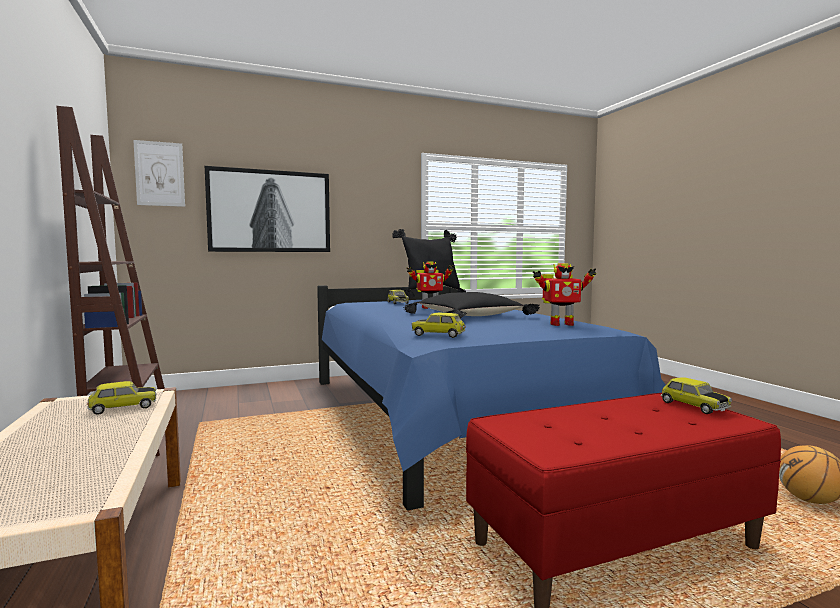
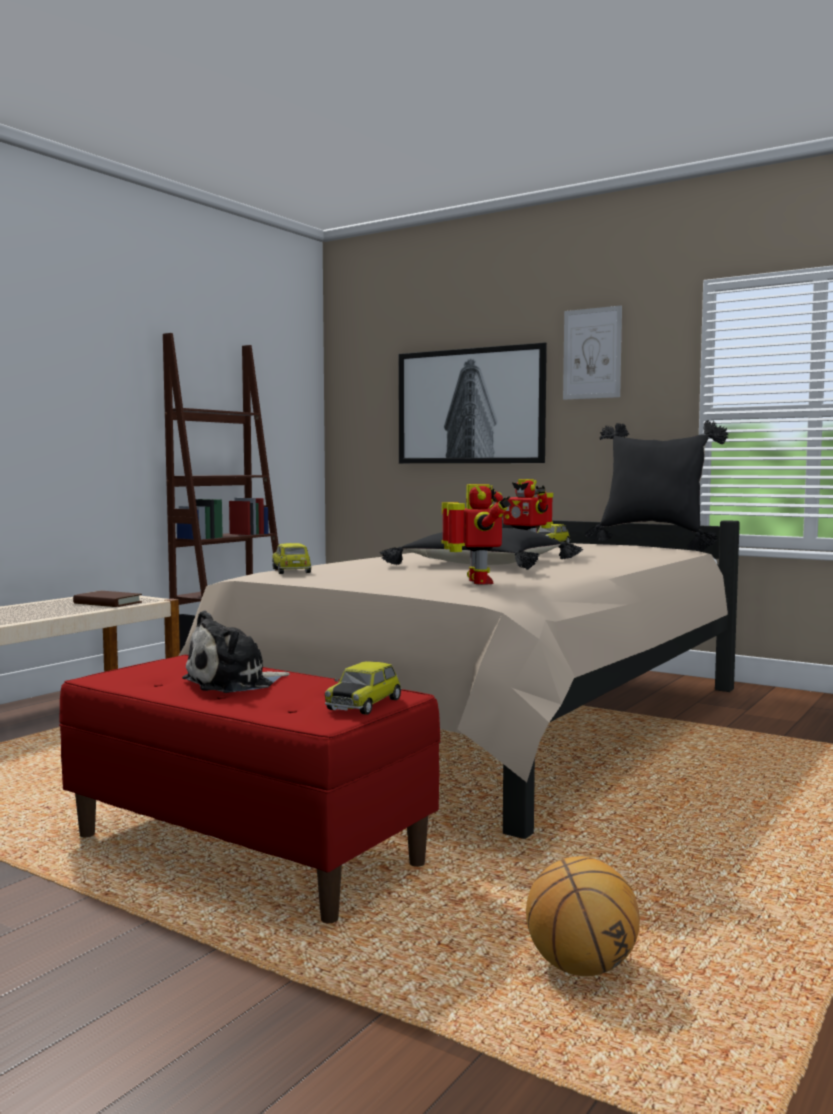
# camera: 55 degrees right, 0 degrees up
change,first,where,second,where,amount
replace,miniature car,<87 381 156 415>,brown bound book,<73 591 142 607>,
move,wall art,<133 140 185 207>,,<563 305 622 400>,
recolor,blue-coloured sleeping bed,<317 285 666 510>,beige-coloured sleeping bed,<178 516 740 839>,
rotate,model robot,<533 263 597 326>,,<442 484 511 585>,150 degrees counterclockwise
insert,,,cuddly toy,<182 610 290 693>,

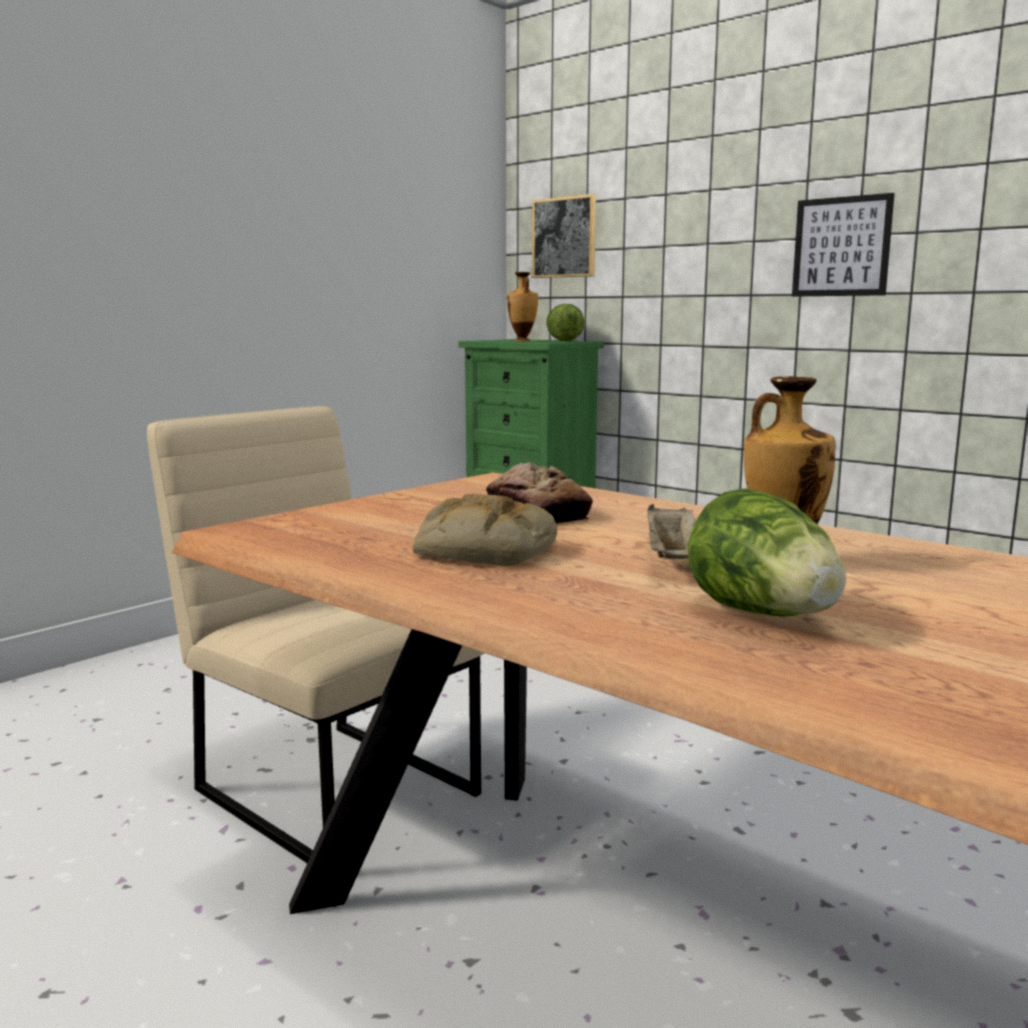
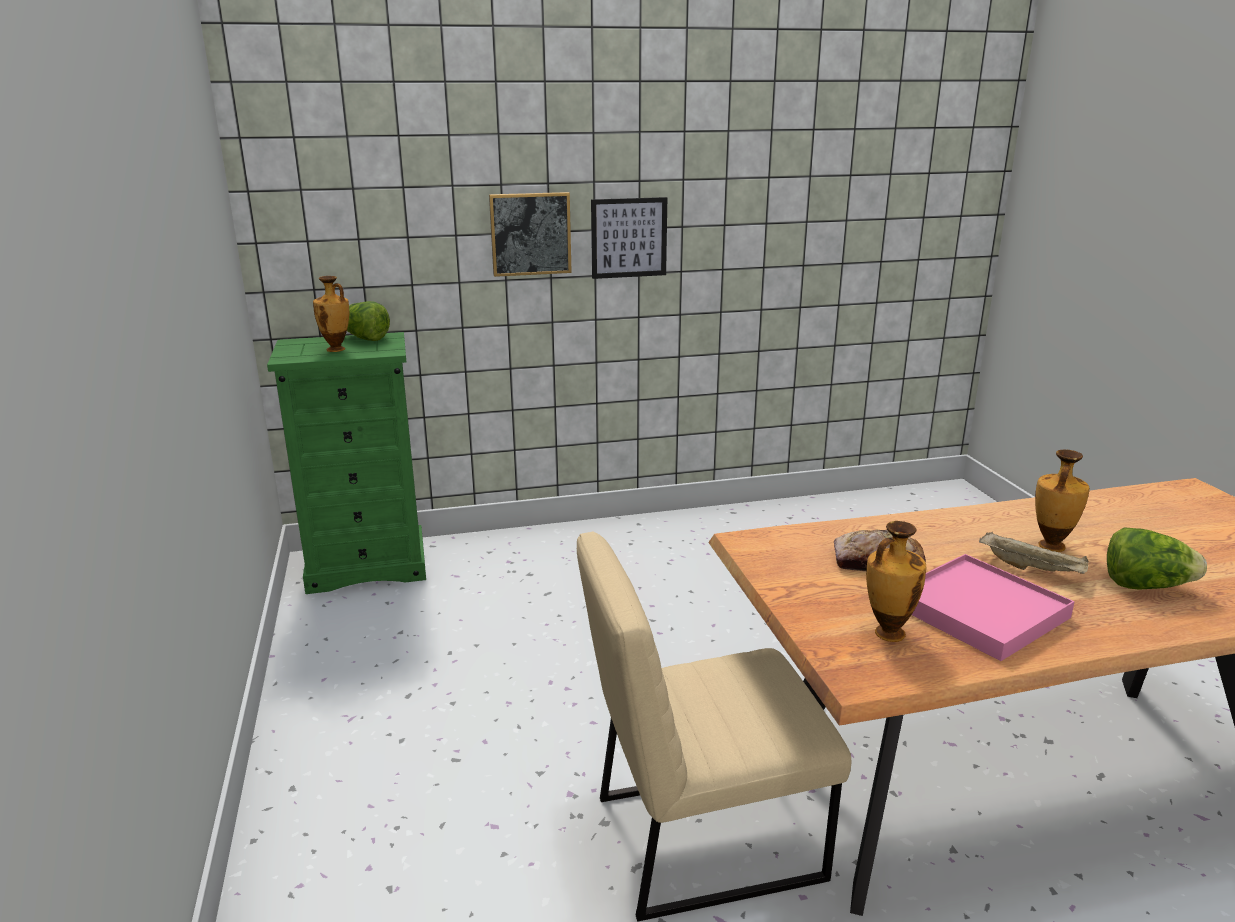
# camera: 55 degrees left, 10 degrees up
change,first,where,second,where,amount
replace,baked bread,<413 494 557 566>,pink tray,<912 554 1075 661>,
move,wall art,<532 194 596 278>,,<489 192 572 277>,
insert,,,flower vase,<866 521 926 642>,

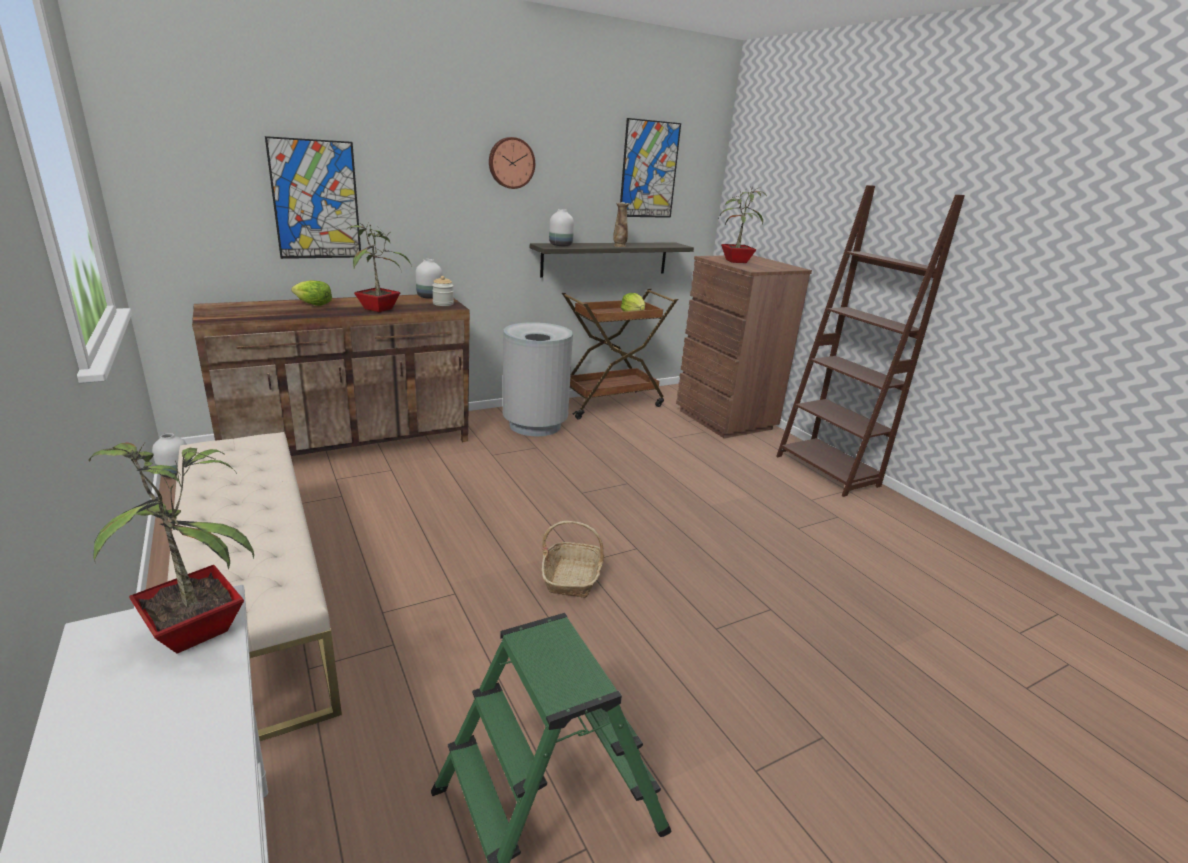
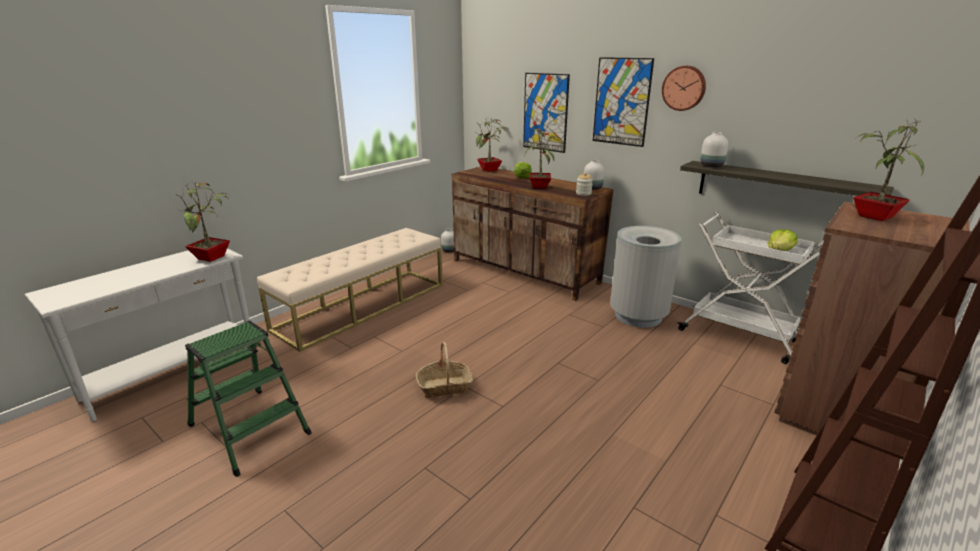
# camera: 70 degrees right, 0 degrees up
change,first,where,second,where,amount
recolor,brown trolley,<562 288 678 420>,white trolley,<677 212 824 364>,
delete,flower vase,<613 202 630 247>,,,
move,wall art,<620 118 681 218>,,<593 57 654 147>,
insert,,,houseplant,<476 117 506 172>,

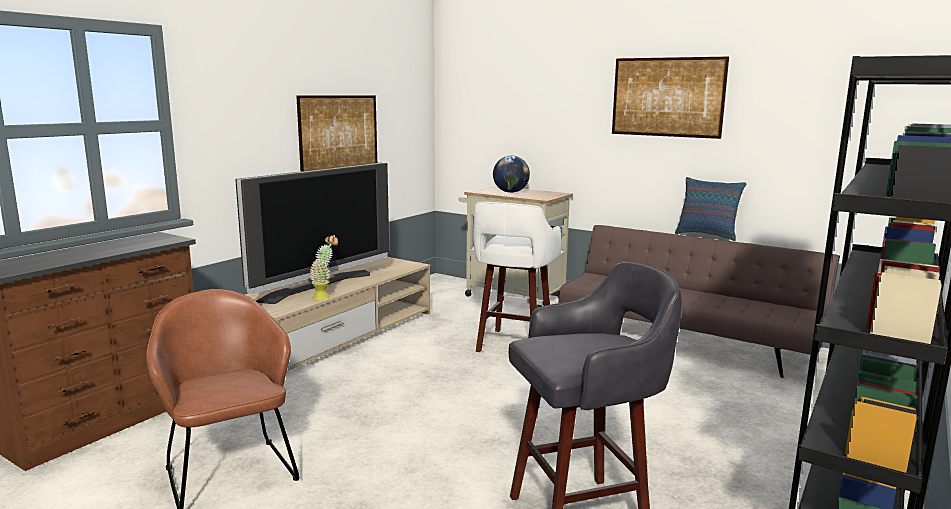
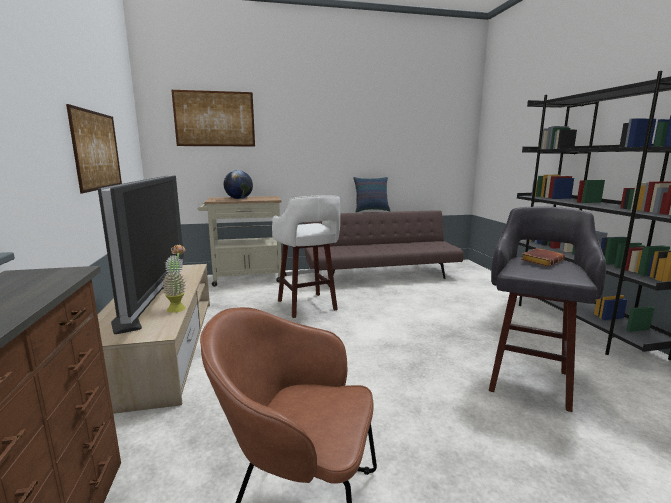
# camera: 45 degrees left, 0 degrees up
change,first,where,second,where,amount
move,wall art,<612 56 729 139>,,<171 90 255 146>,
insert,,,brown bound book,<521 248 565 267>,

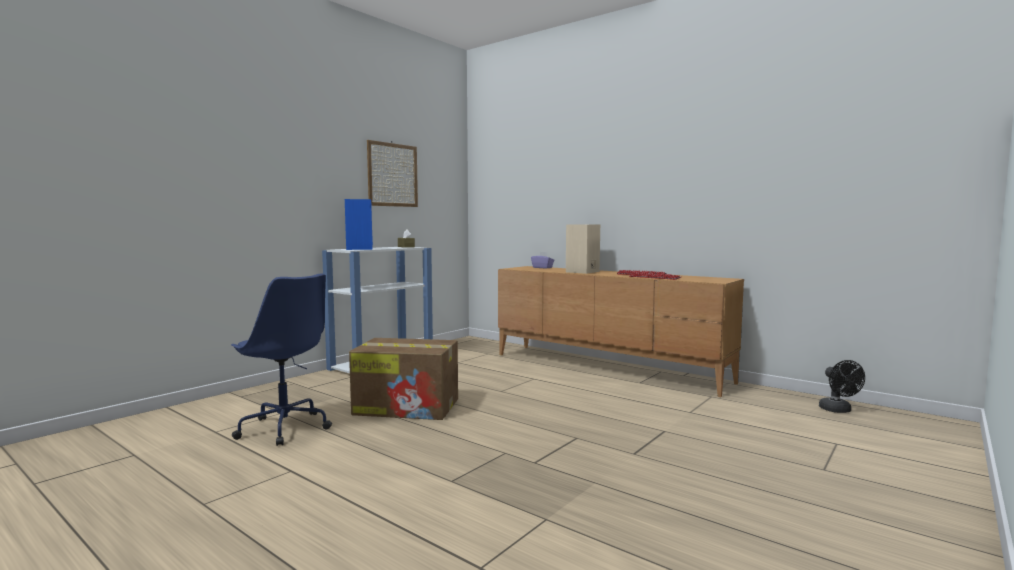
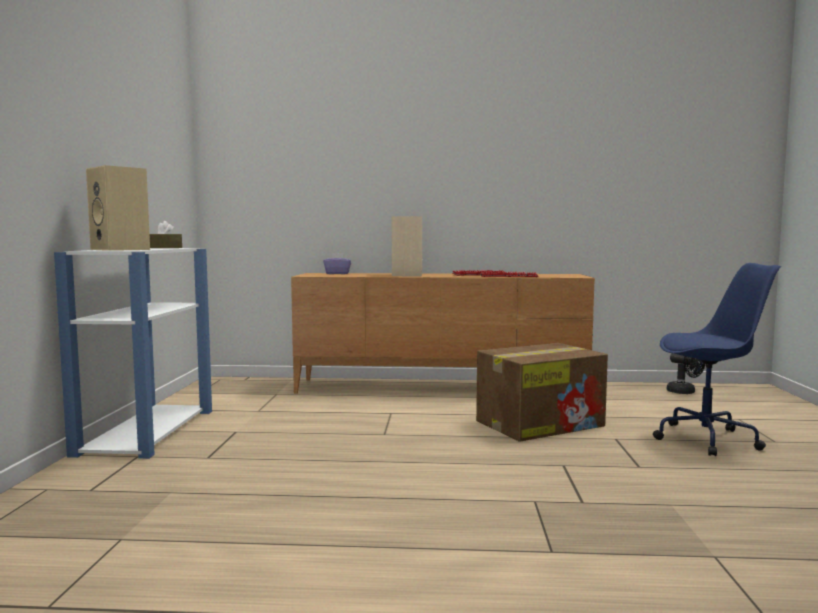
# camera: 35 degrees left, 0 degrees up
change,first,where,second,where,amount
move,blue-coloured desk chair,<231 274 332 446>,,<653 263 781 456>,
recolor,blue-coloured loudspeaker,<345 199 373 250>,beige-coloured loudspeaker,<86 165 150 251>,
move,cardboard box,<349 338 458 420>,,<476 343 608 442>,
delete,wall art,<367 140 418 207>,,,

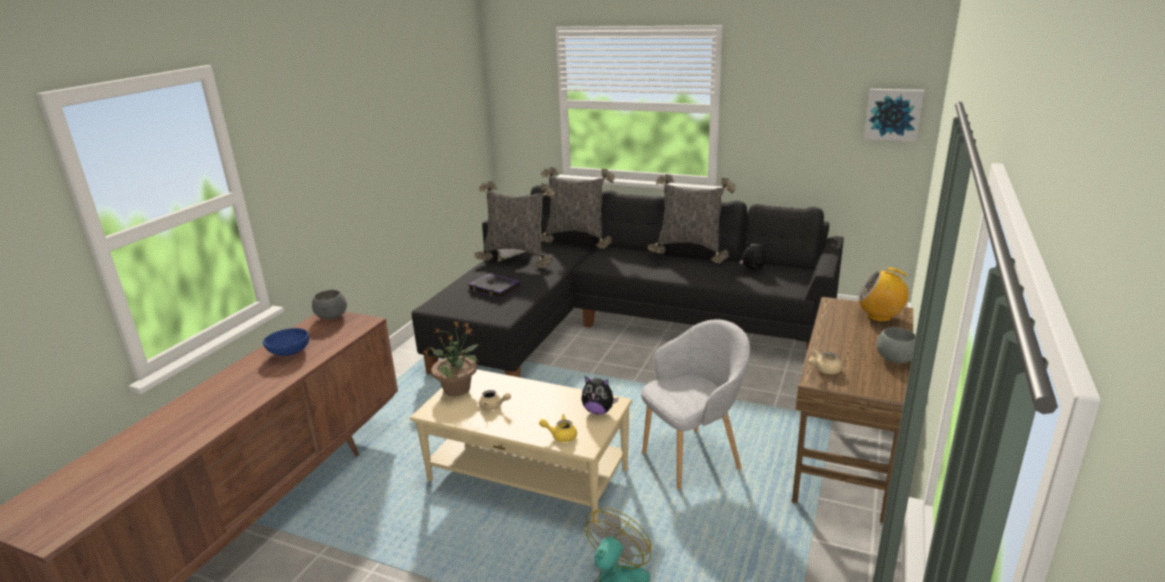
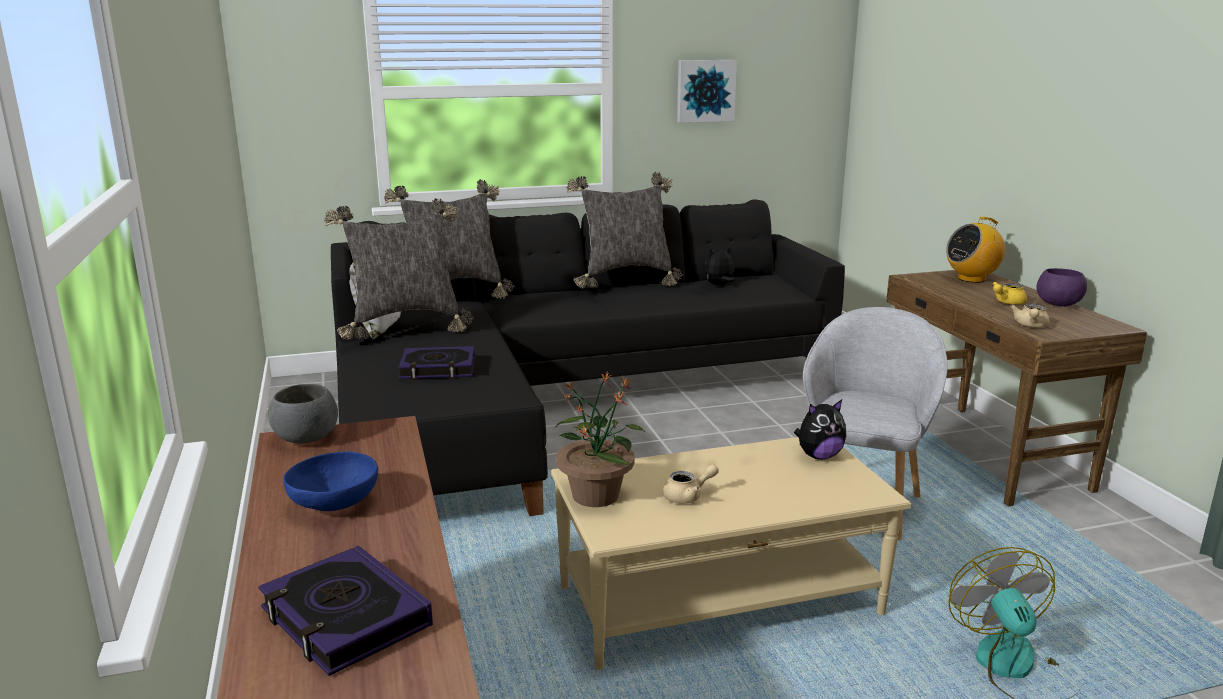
# camera: 40 degrees left, 5 degrees down
change,first,where,second,where,amount
move,yellow pot for tea,<539 414 577 442>,,<993 282 1027 305>,
move,wall art,<864 89 924 142>,,<677 60 737 123>,
recolor,gray deep dish,<877 327 916 364>,purple-coloured deep dish,<1036 268 1087 307>,
insert,,,bound book,<258 545 433 676>,

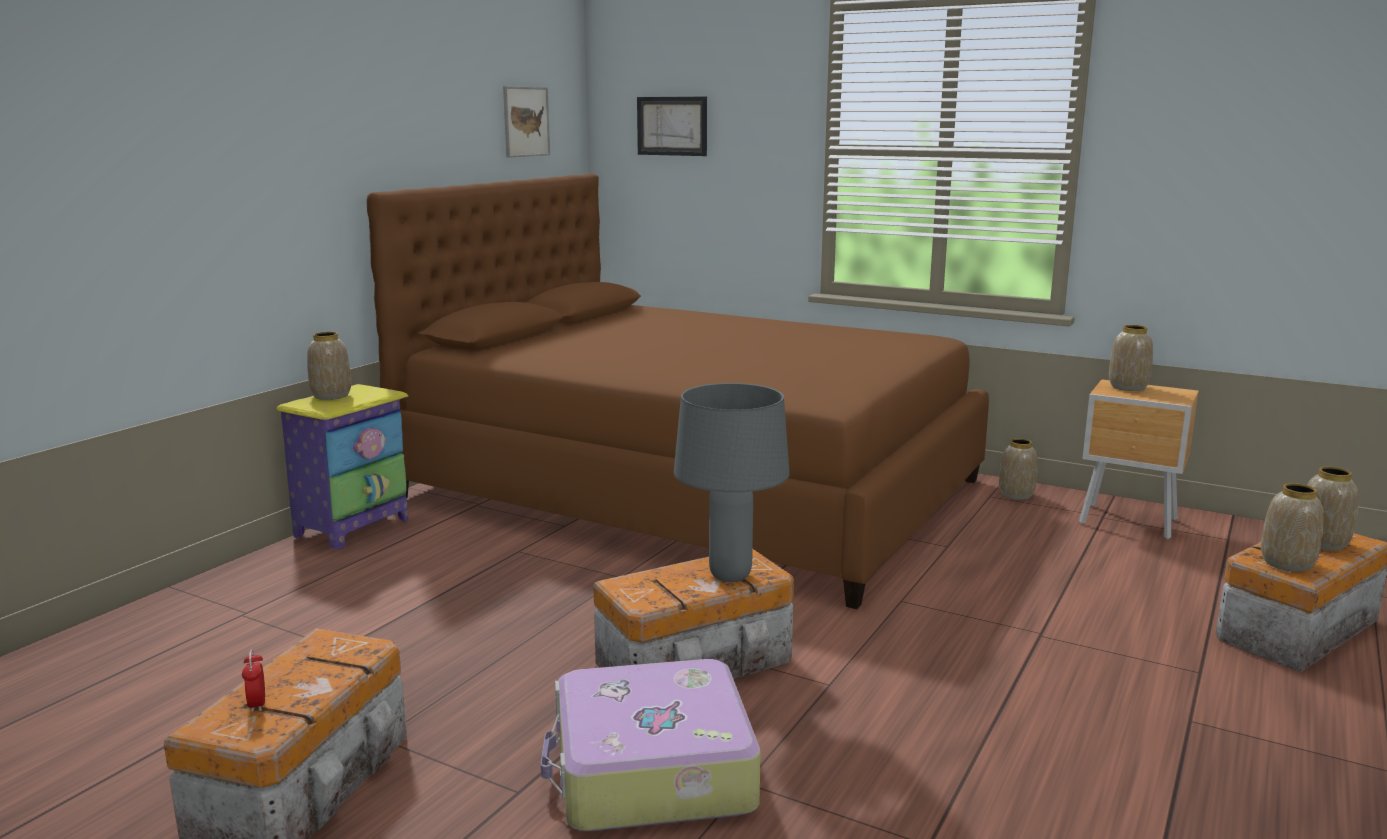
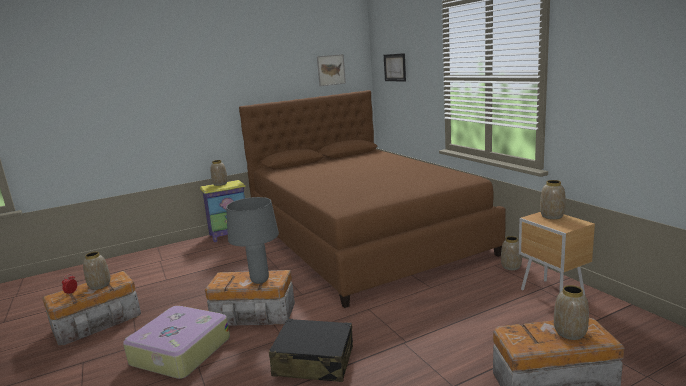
# camera: 35 degrees right, 0 degrees up
change,first,where,second,where,amount
move,flower vase,<1261 483 1324 572>,,<83 252 111 290>,
insert,,,blackish travel case,<269 319 353 382>,

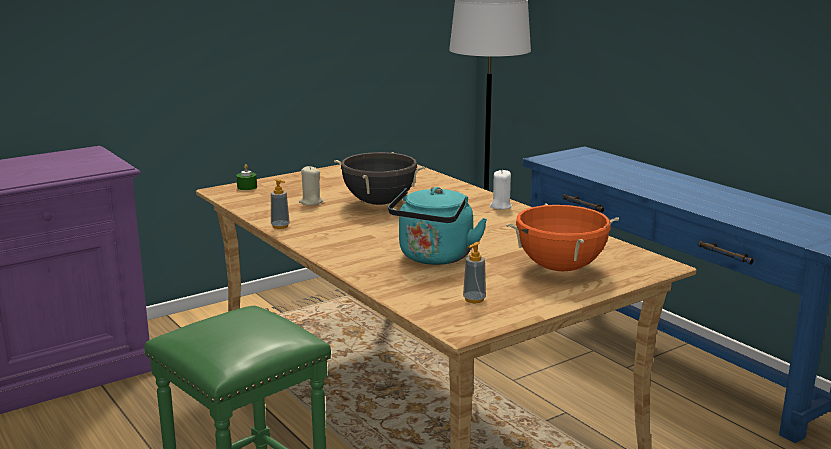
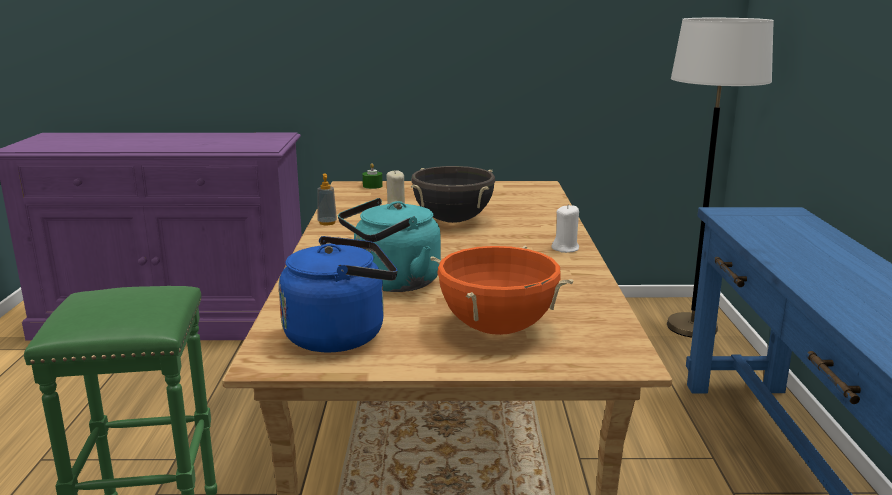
# camera: 35 degrees right, 0 degrees up
change,first,where,second,where,amount
replace,soap bottle,<463 242 486 303>,blue-coloured kettle,<279 236 397 353>,

